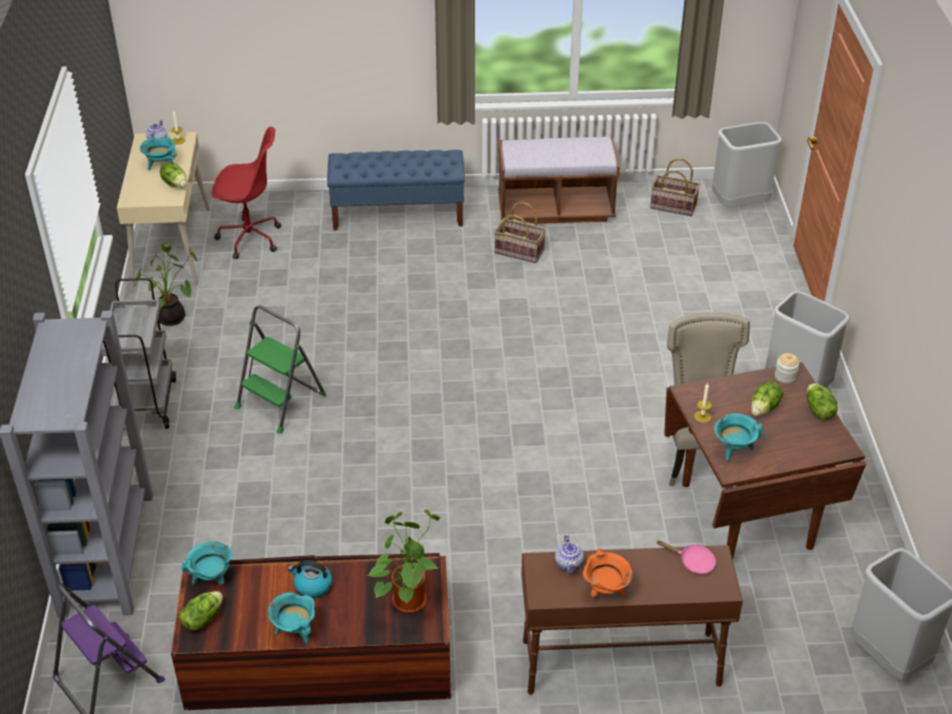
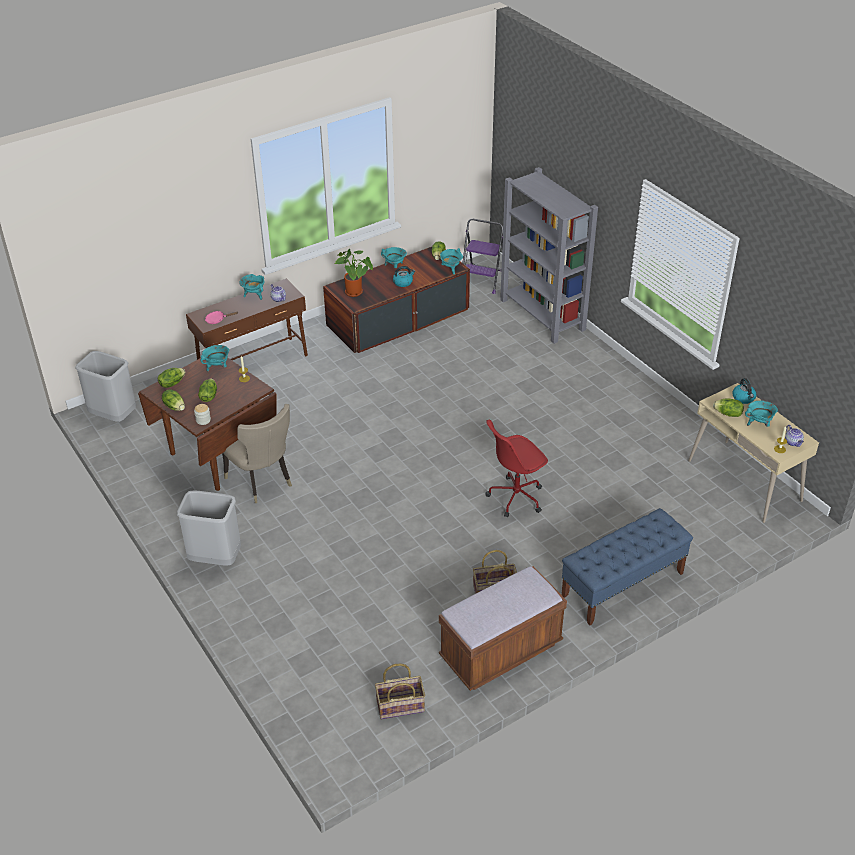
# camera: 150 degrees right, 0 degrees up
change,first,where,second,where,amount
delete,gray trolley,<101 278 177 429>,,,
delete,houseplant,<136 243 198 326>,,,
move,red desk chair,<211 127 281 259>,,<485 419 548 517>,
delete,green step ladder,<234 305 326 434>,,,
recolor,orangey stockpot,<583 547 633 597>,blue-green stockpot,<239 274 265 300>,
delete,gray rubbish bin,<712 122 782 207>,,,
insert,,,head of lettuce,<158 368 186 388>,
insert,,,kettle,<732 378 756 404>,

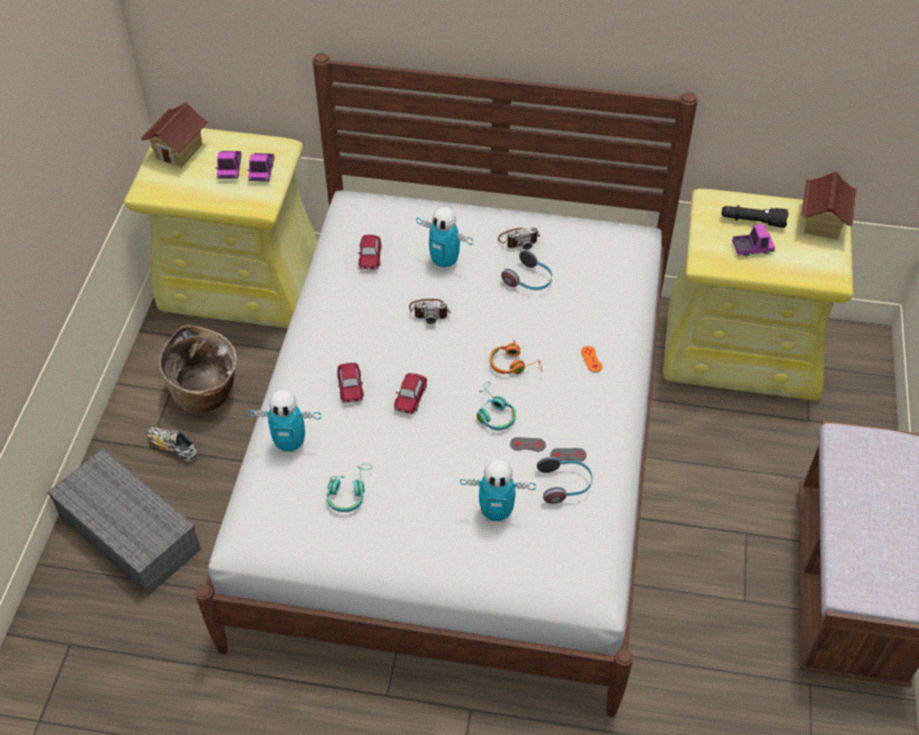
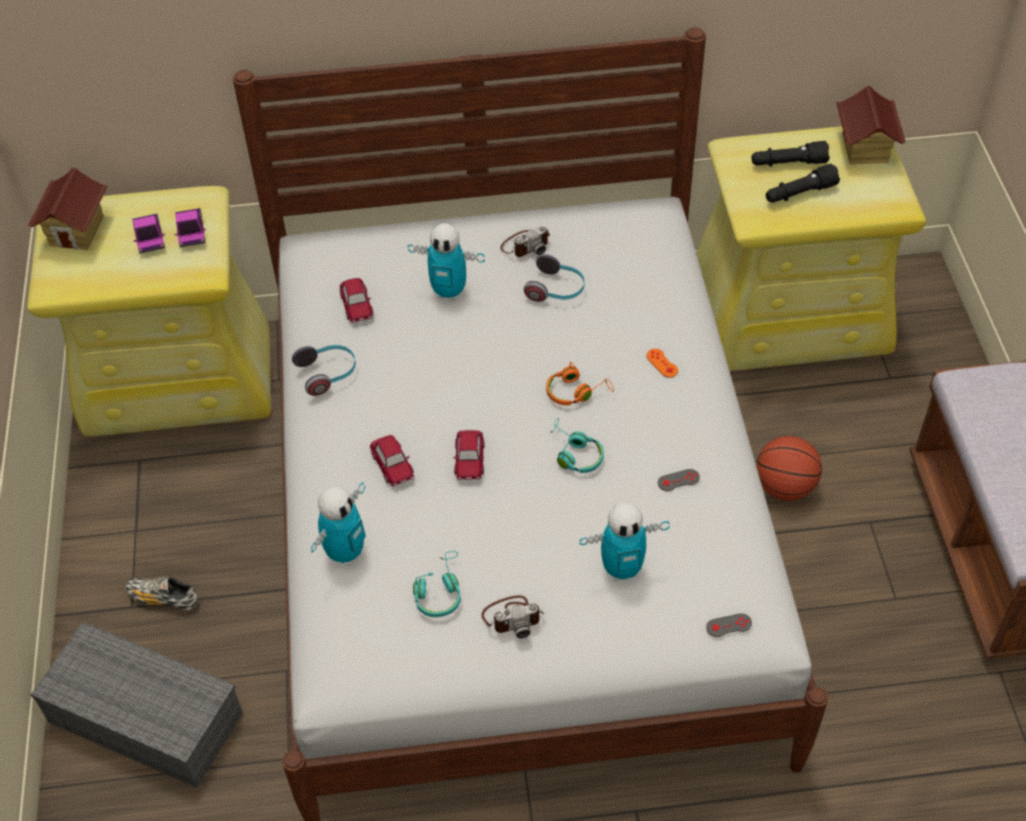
# camera: 15 degrees left, 0 degrees up
change,first,where,second,where,amount
delete,basket,<159 325 237 414>,,,
rotate,model robot,<249 389 321 452>,,<311 482 366 566>,45 degrees counterclockwise
move,still camera,<409 299 451 324>,,<481 595 544 638>,
move,gray gamepad,<510 437 546 452>,,<706 613 752 637>,
move,headset,<537 457 593 504>,,<292 345 356 396>,
replace,model truck,<732 224 775 256>,blackish flashlight,<766 164 840 203>,
insert,,,ball for basketball,<756 436 822 501>,

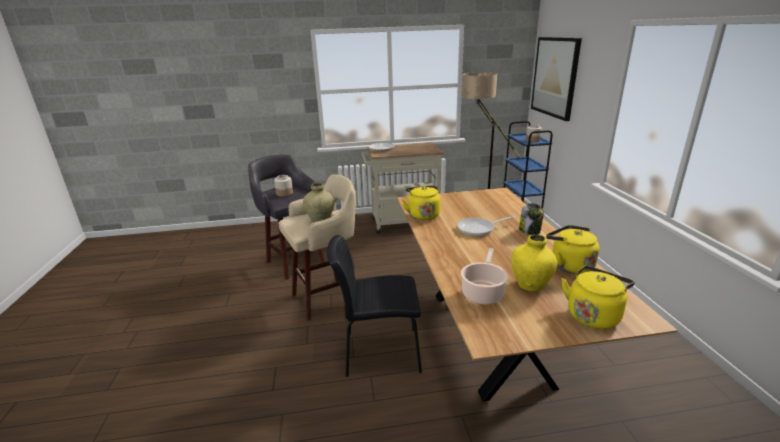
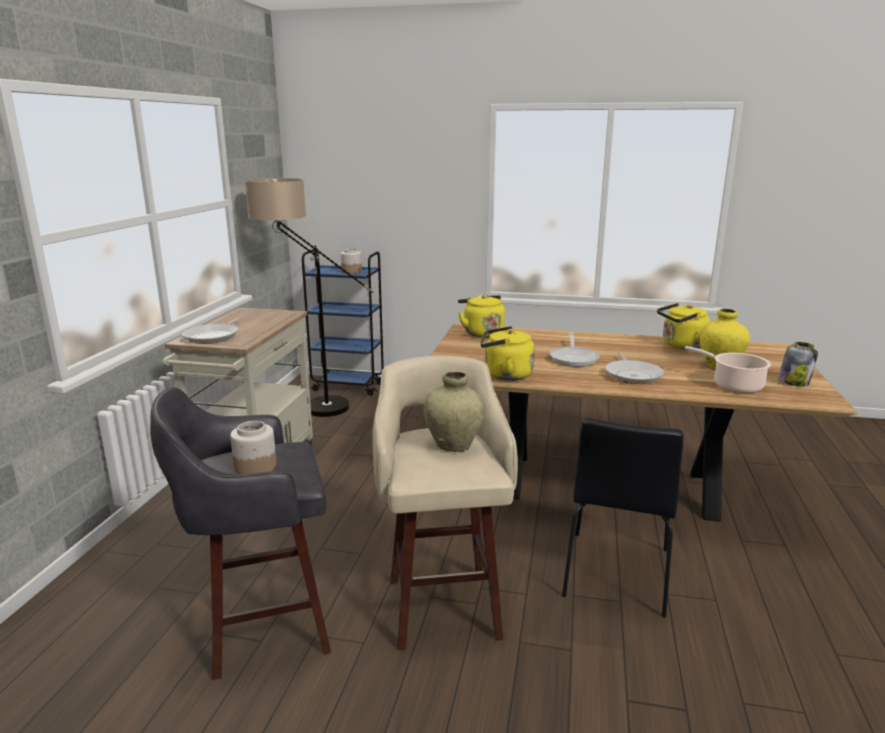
# camera: 70 degrees left, 5 degrees down
change,first,where,second,where,amount
move,preserve jar,<519 203 544 235>,,<778 342 818 387>,
delete,wall art,<531 37 582 121>,,,
move,yellow kettle,<562 266 635 329>,,<458 295 505 337>,
insert,,,frying pan,<605 351 664 384>,

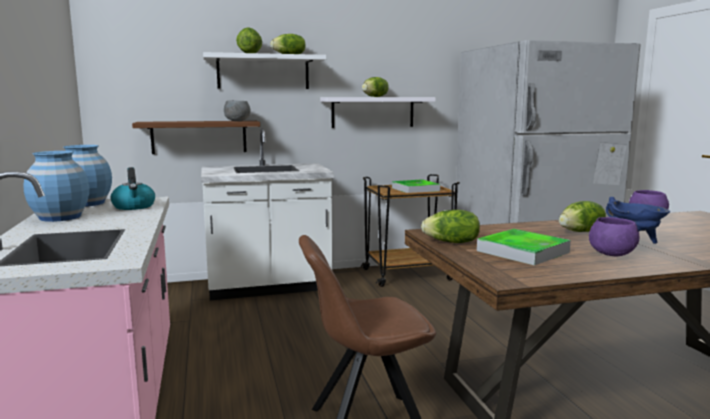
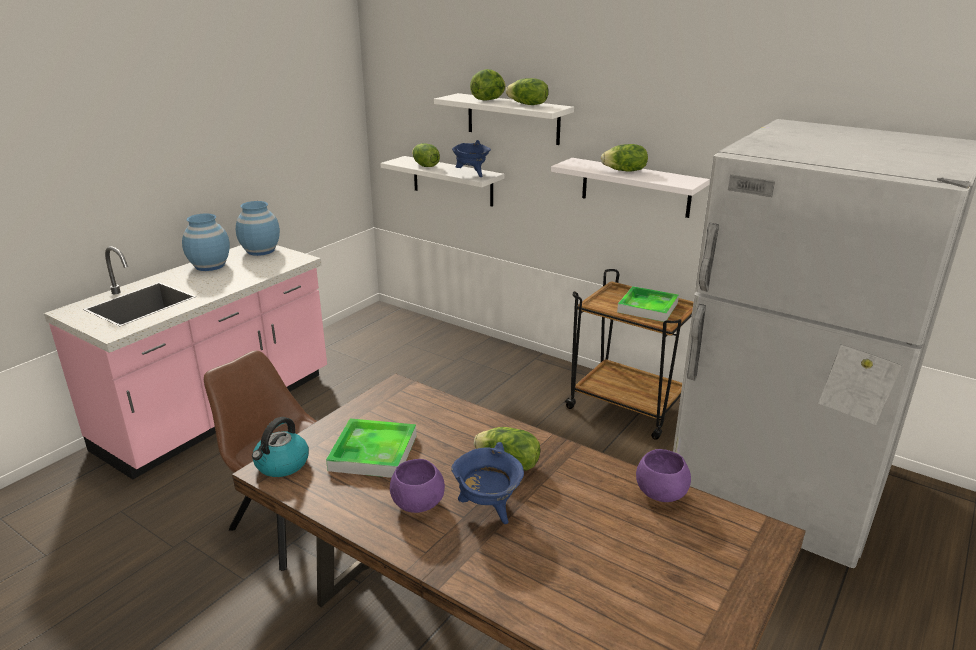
# camera: 50 degrees right, 15 degrees up
change,first,where,second,where,amount
move,kettle,<110 167 155 210>,,<252 417 309 477>,
recolor,brown shelf,<132 121 260 154>,white shelf,<380 156 504 207>,
delete,white kitchen base unit,<201 129 334 300>,,,
replace,gray deep dish,<224 101 251 121>,blue-coloured stockpot,<452 140 491 177>,
move,head of lettuce,<421 210 480 243>,,<412 143 440 167>,

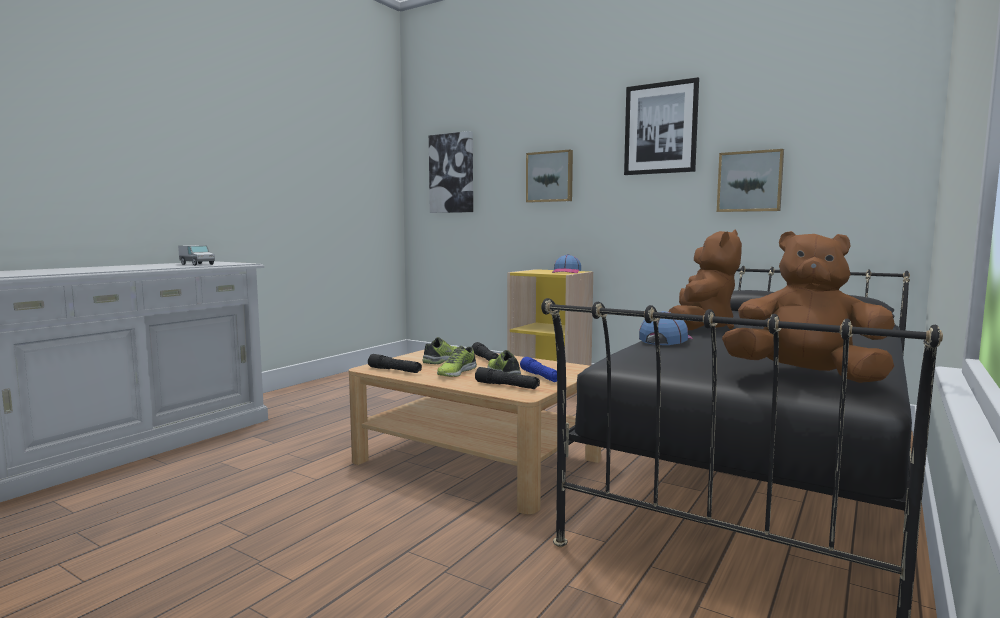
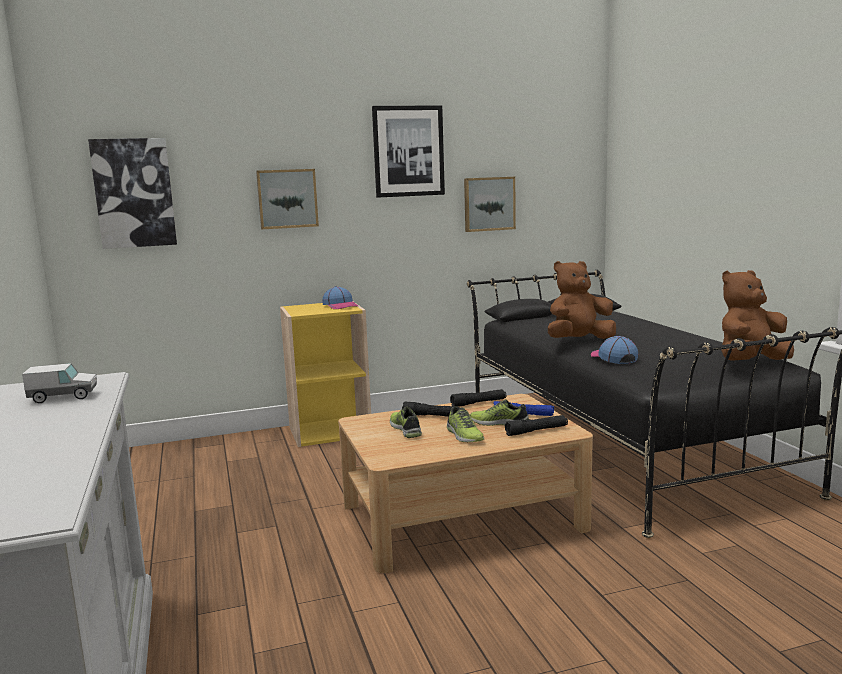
# camera: 50 degrees left, 5 degrees up
change,first,where,second,where,amount
move,blackish flashlight,<368 354 422 373>,,<450 389 506 407>,
rotate,brown cuddly toy,<669 229 742 330>,,<548 261 616 339>,90 degrees counterclockwise

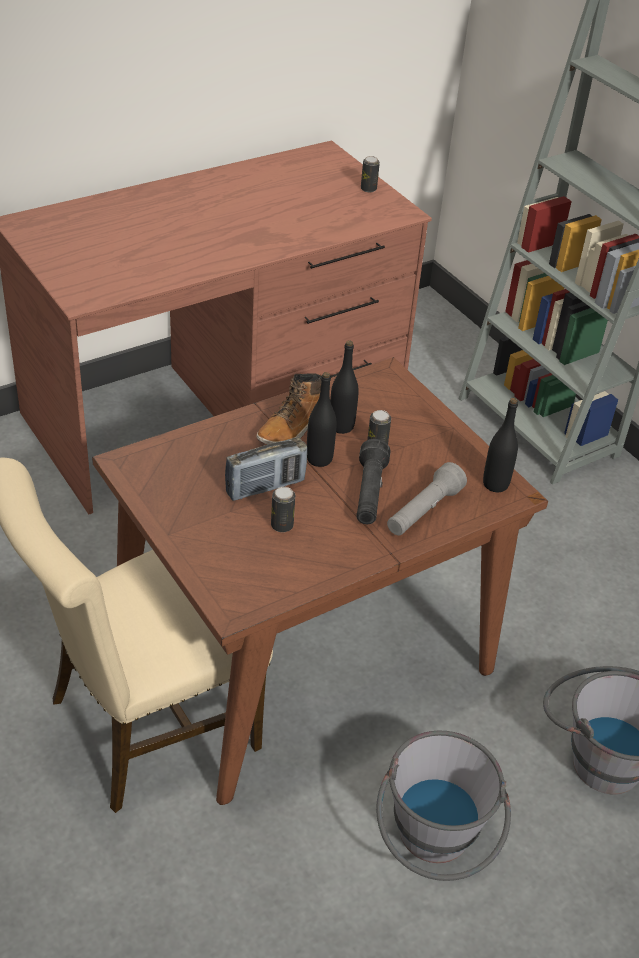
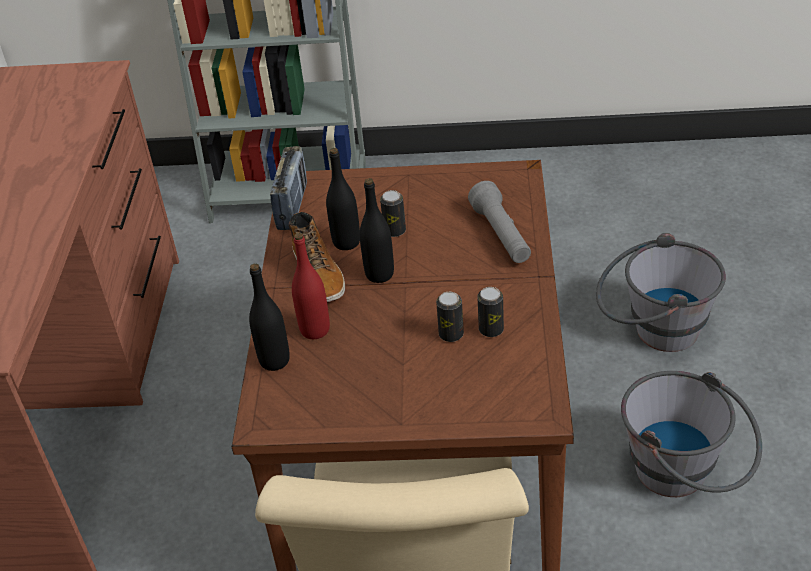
# camera: 50 degrees left, 0 degrees up
change,first,where,second,where,amount
move,radio receiver,<225 437 307 501>,,<270 146 307 230>,
delete,blackish flashlight,<357 439 390 524>,,,
move,sealed can,<361 156 380 192>,,<477 287 504 337>,
move,blackish beverage bottle,<483 398 518 492>,,<249 264 290 371>,
insert,,,red beverage bottle,<292 233 330 339>,

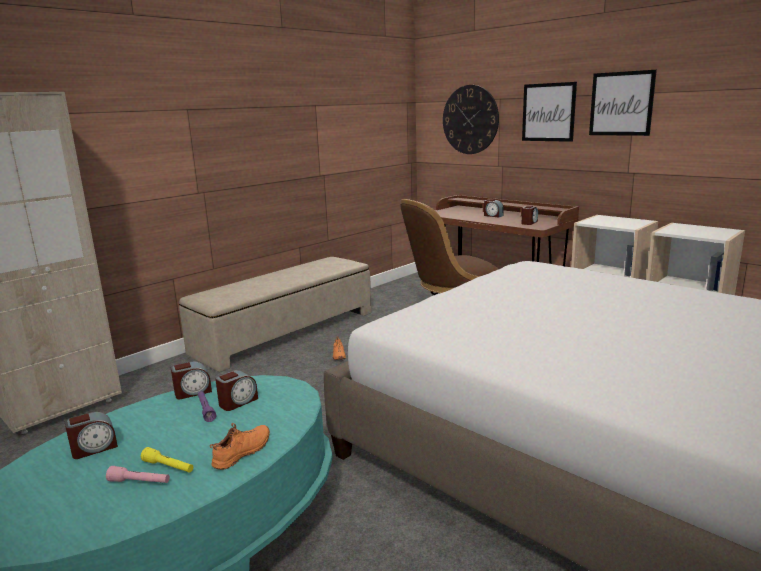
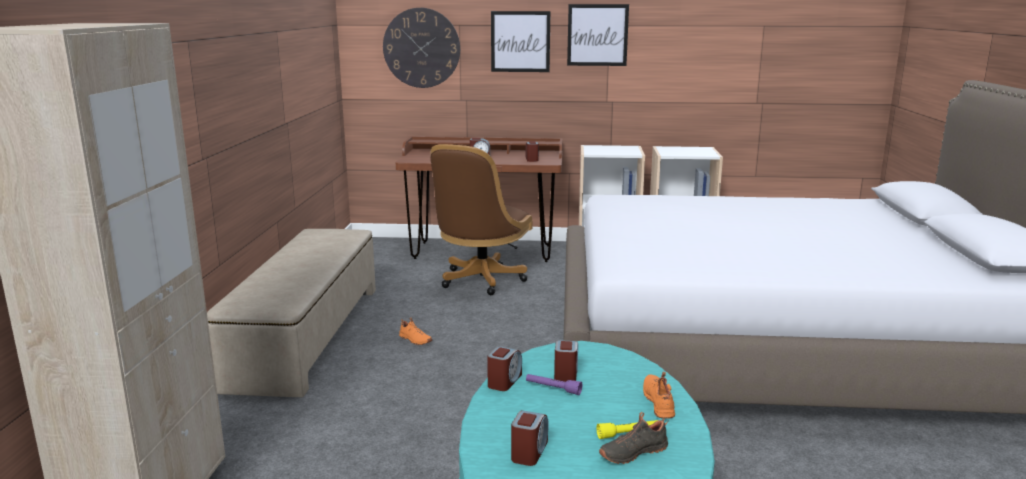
# camera: 40 degrees left, 0 degrees up
change,first,where,second,where,amount
replace,pink flashlight,<106 466 170 483>,blackish shoe,<599 412 668 464>,

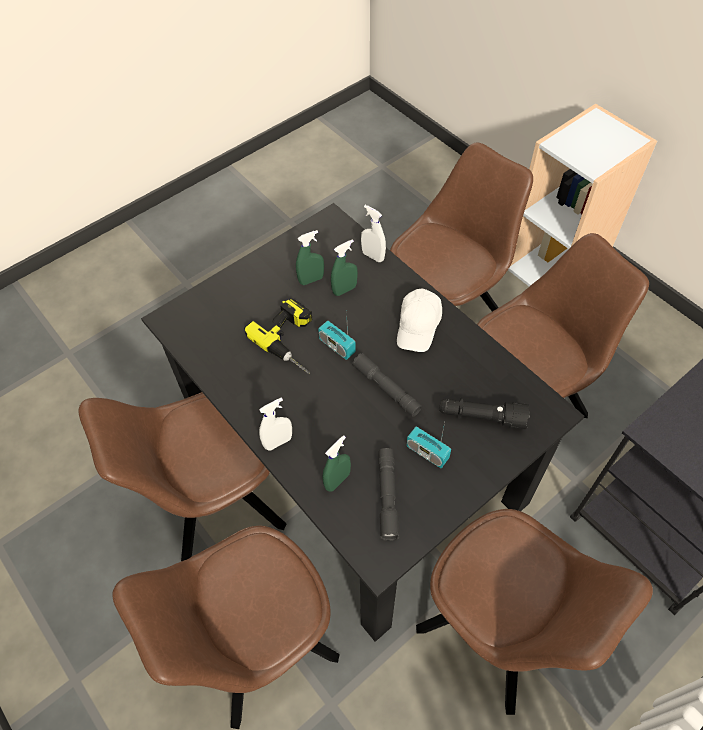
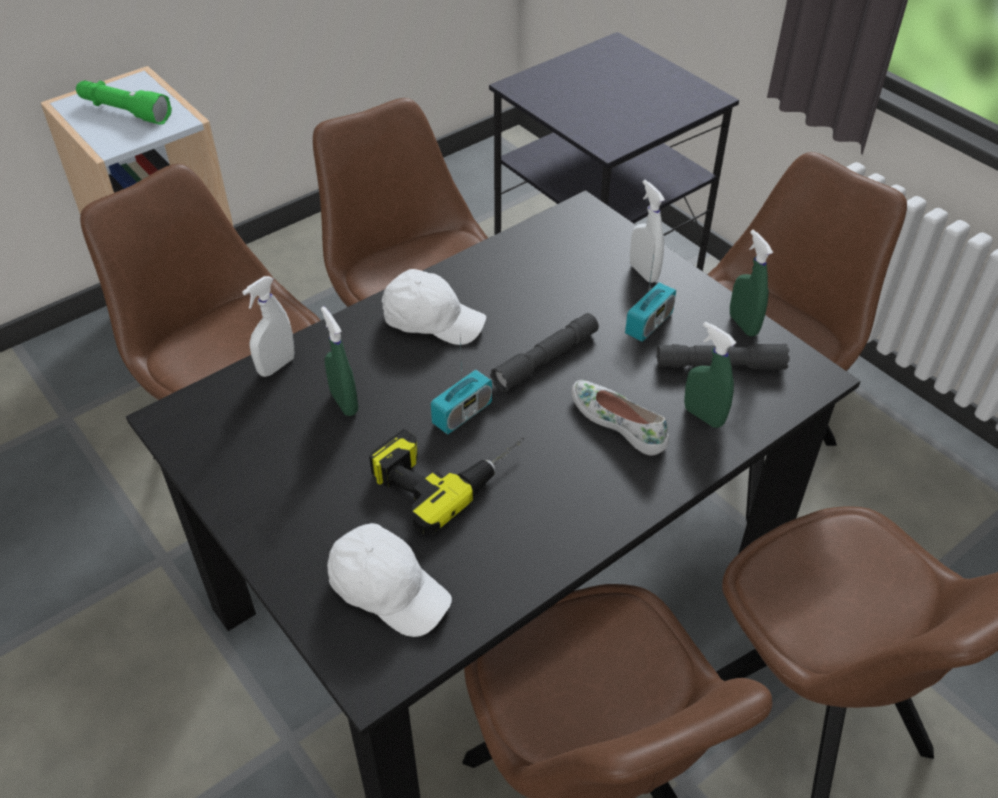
# camera: 90 degrees left, 10 degrees down
change,first,where,second,where,amount
move,white sprayer,<259 398 292 451>,,<630 180 665 283>,
move,green sprayer,<296 230 324 285>,,<730 230 773 336>,
delete,blackish flashlight,<439 398 530 429>,,,
insert,,,green flashlight,<76 81 172 125>,
insert,,,white cap,<327 523 452 637>,
insert,,,white shoe,<571 380 669 456>,

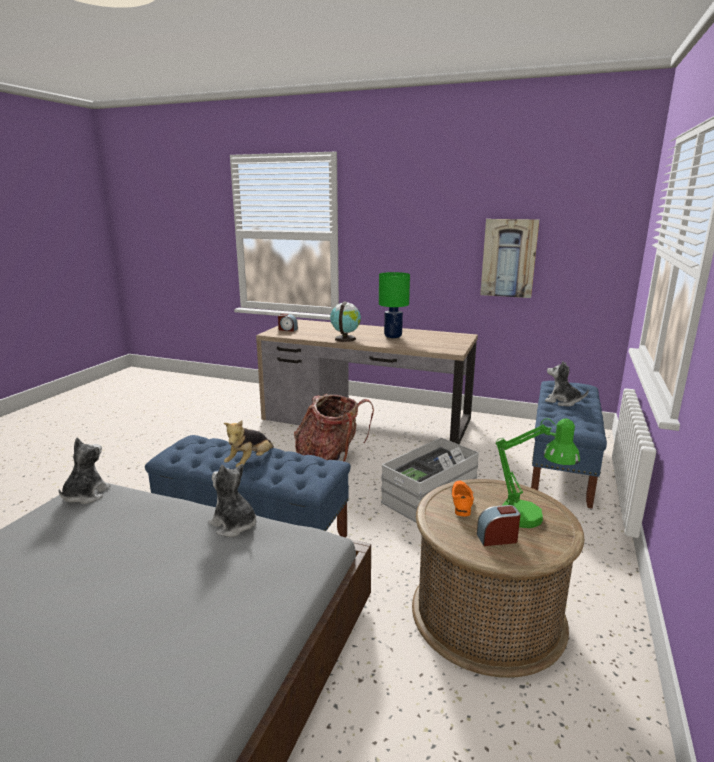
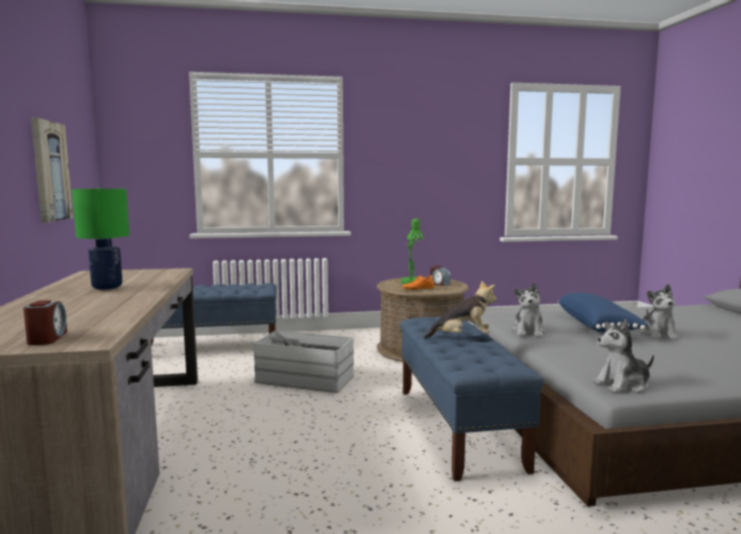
# camera: 120 degrees left, 10 degrees down
change,first,where,second,where,amount
delete,backpack,<294 394 374 462>,,,
delete,globe,<330 302 361 342>,,,
move,cuddly toy,<545 361 589 406>,,<639 284 679 340>,
insert,,,blue-coloured pillow,<558 292 648 333>,

